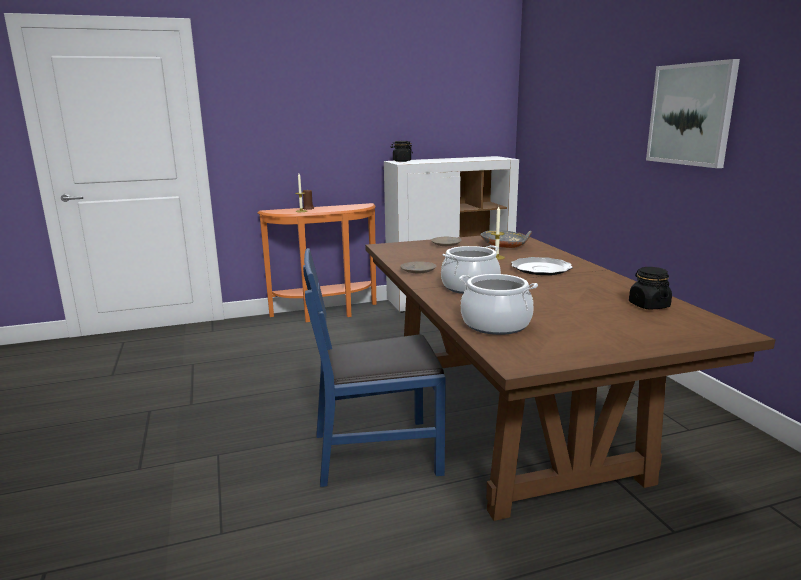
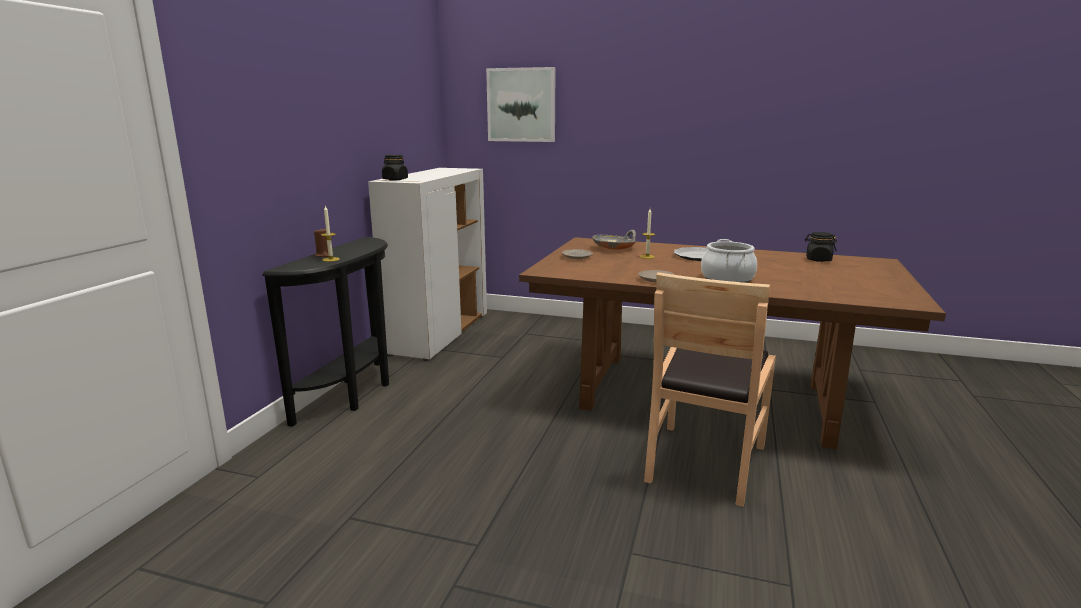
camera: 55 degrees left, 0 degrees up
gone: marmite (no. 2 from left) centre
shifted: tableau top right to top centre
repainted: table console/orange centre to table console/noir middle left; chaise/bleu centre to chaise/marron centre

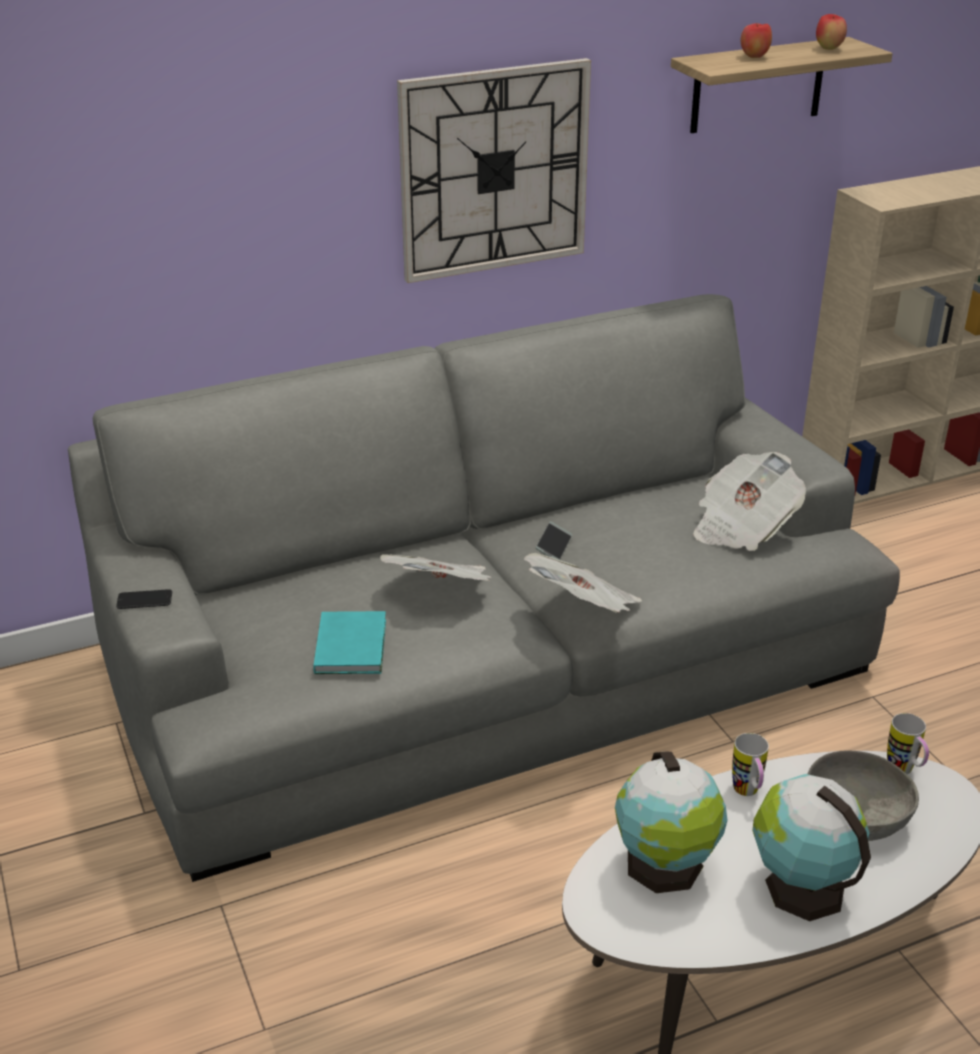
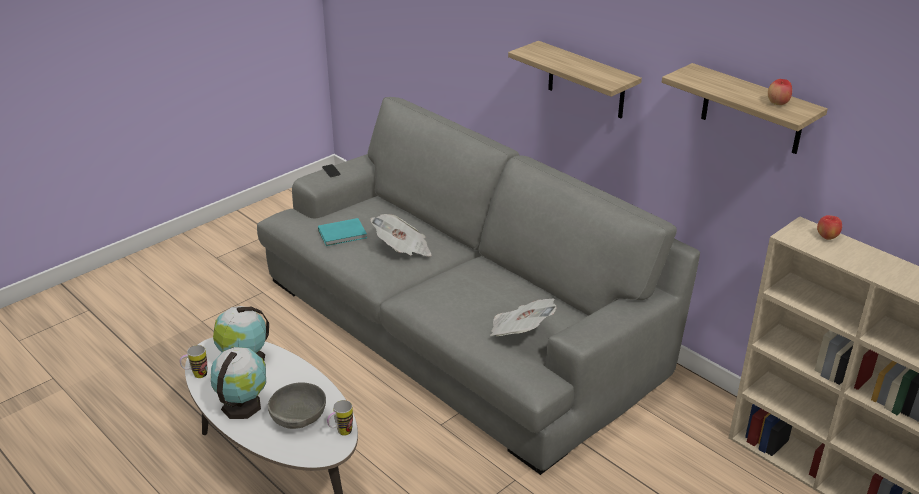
camera: 70 degrees right, 0 degrees up
gone: journal (no. 2 from left) centre; téléphone (no. 2 from left) centre
shifted: mug (no. 1 from left) bottom right to bottom left; pomme (no. 1 from left in the first image) top right to pomme (no. 2 from left) middle right
swapped: horloge murale top centre to étagère (no. 1 from left) top centre

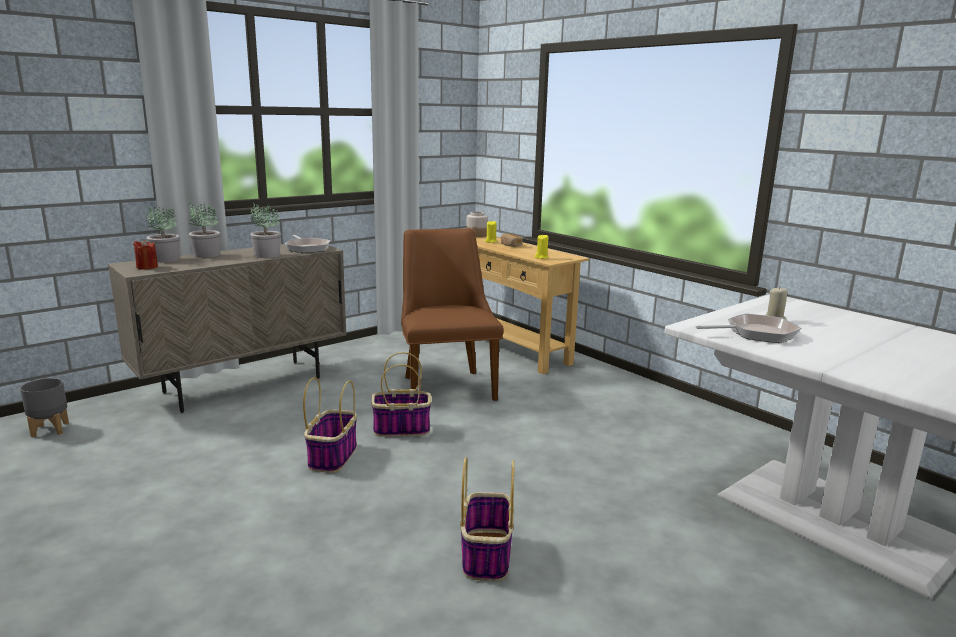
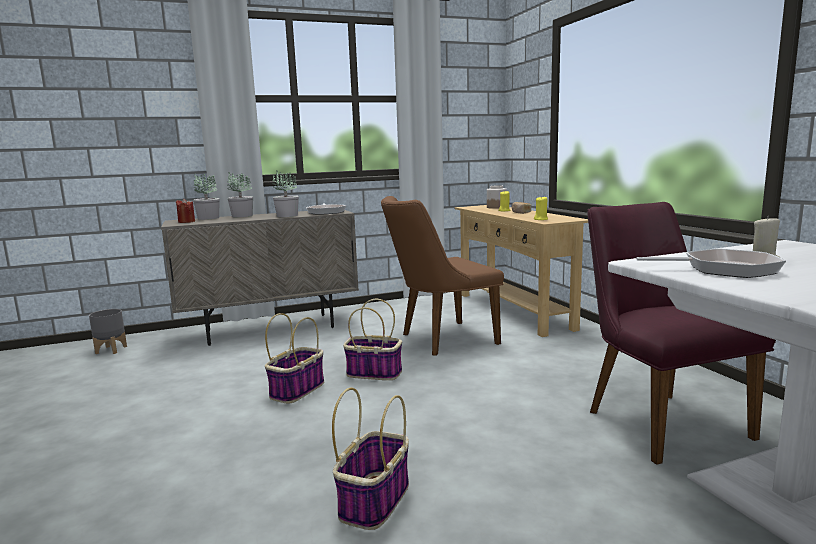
camera: 20 degrees right, 5 degrees down
new: chaise/violet middle right
rotated: chaise/marron centre = centre 120 degrees counterclockwise

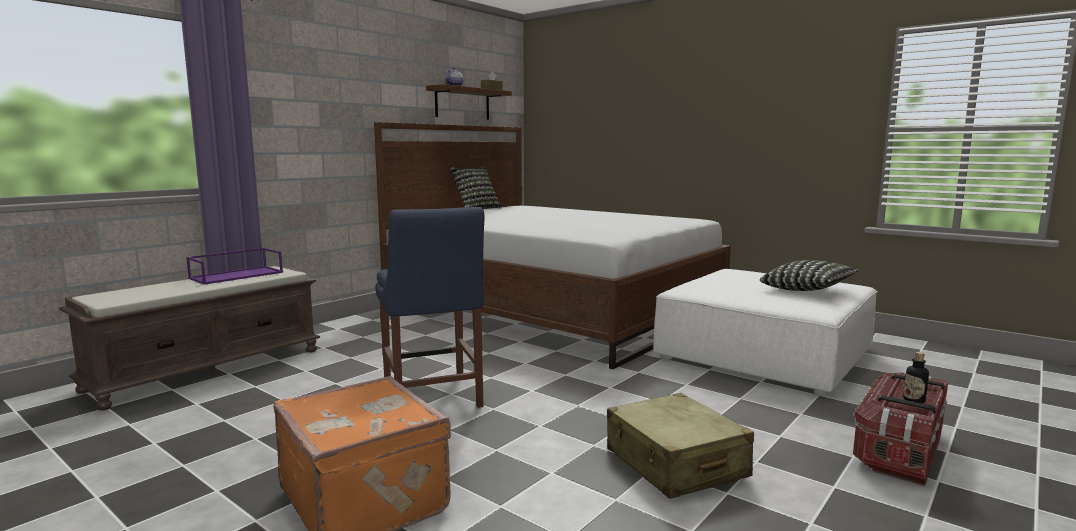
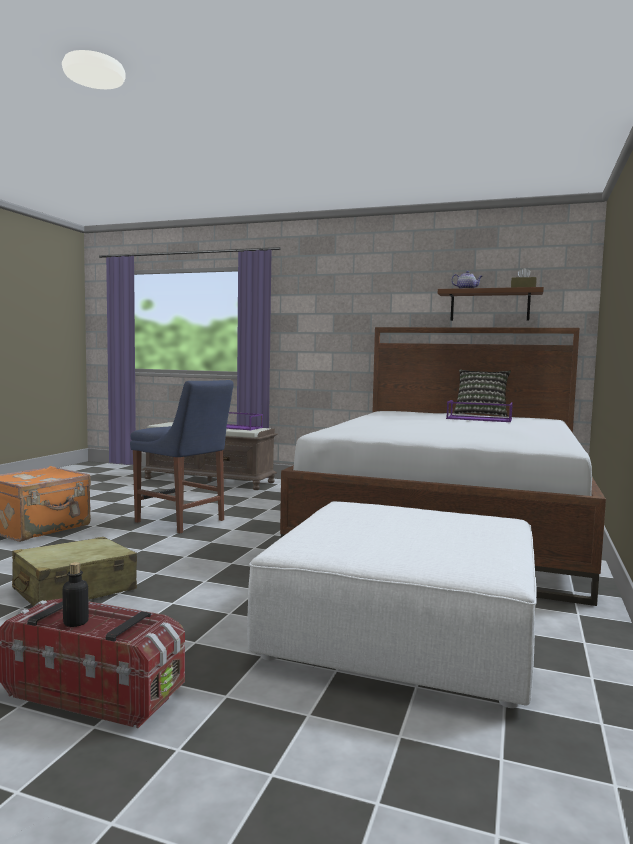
camera: 70 degrees right, 5 degrees down
gone: coussin (no. 2 from left) middle right
new: plateau/violet (no. 2 from left) middle right
rotated: chaise/bleu centre = middle left 105 degrees counterclockwise

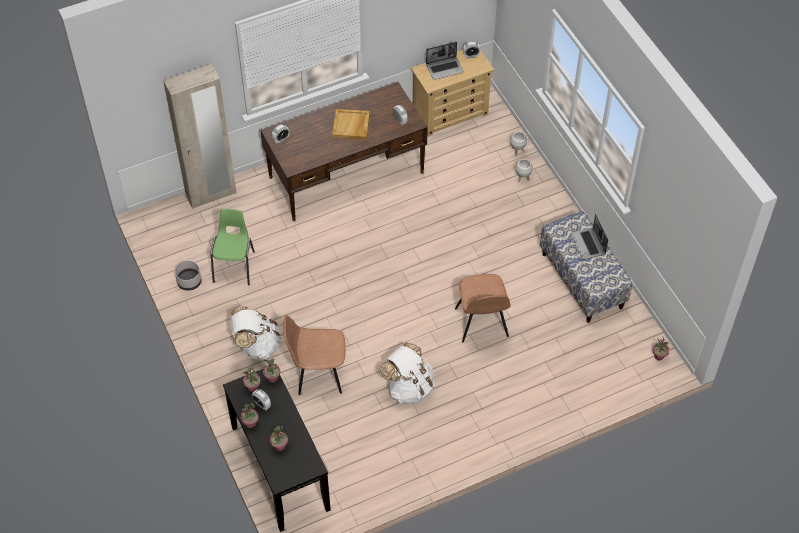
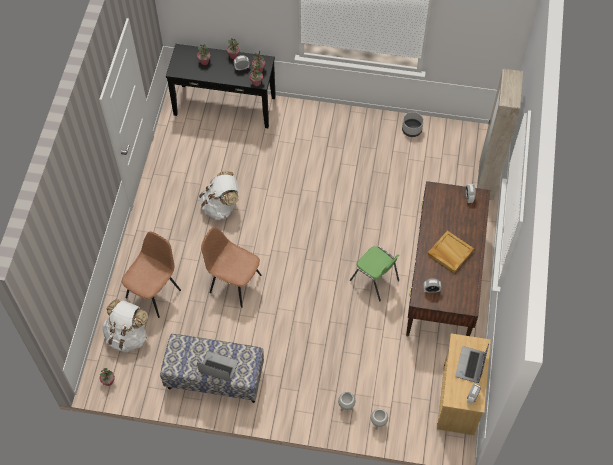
camera: 125 degrees right, 5 degrees up
shifted: sac à dos/blanc (no. 1 from left) middle left to bottom left; chaise/marron (no. 1 from left) centre to middle left; chaise/vert middle left to centre

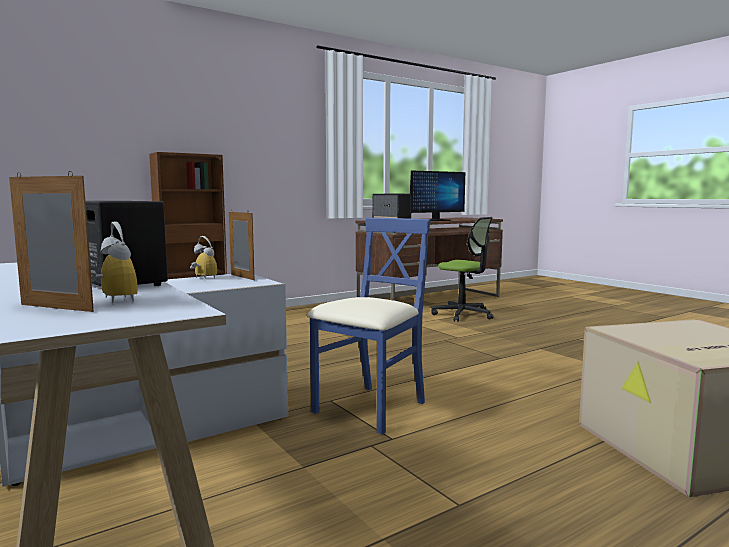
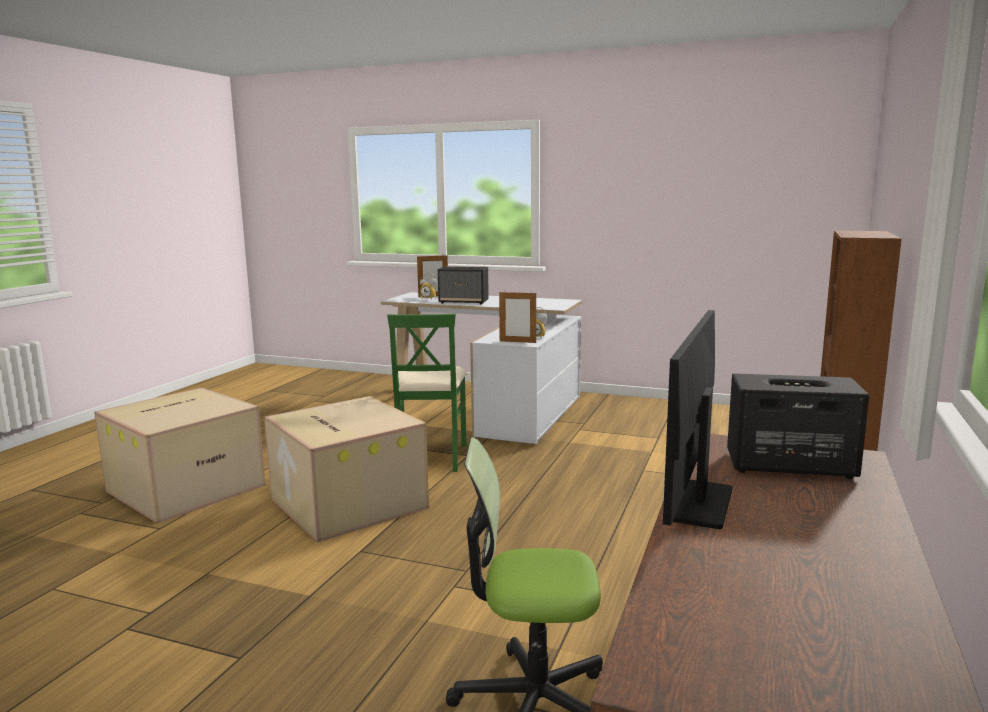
camera: 145 degrees right, 5 degrees up
new: carton (no. 2 from left) centre
repainted: chaise/bleu centre to chaise/vert centre

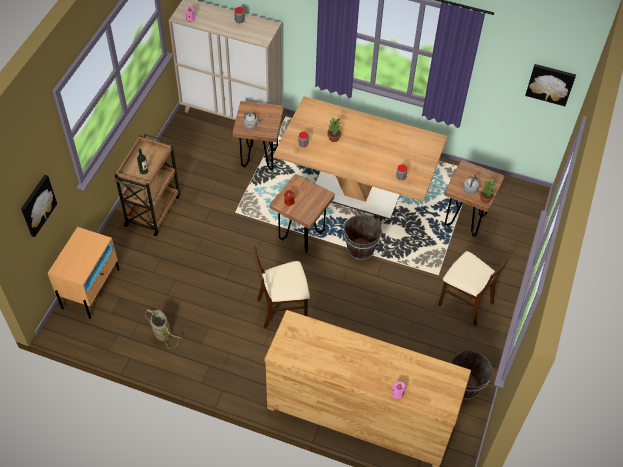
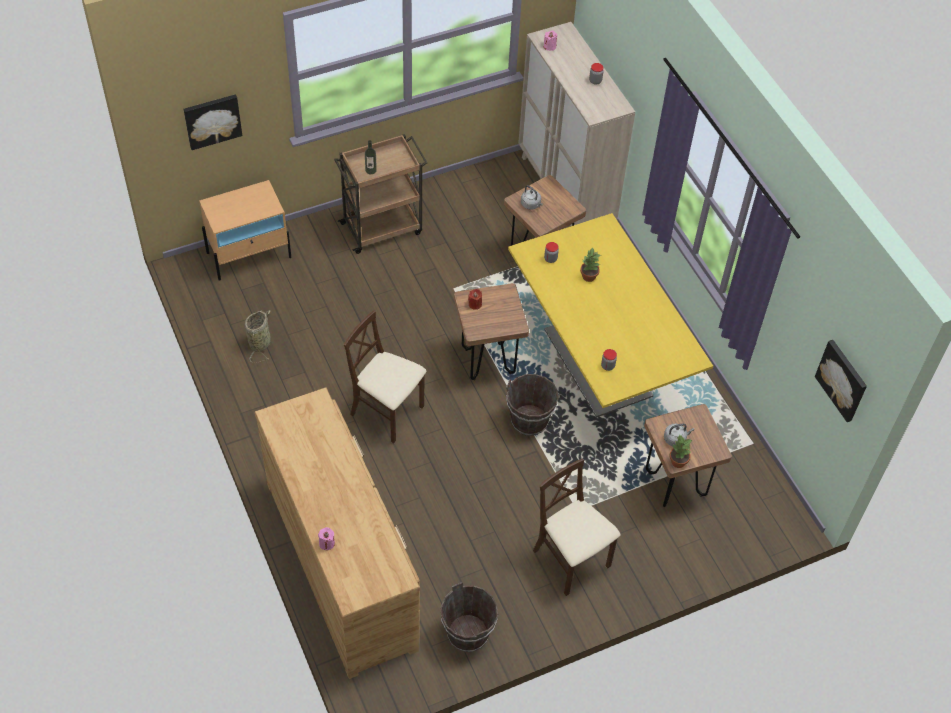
camera: 45 degrees right, 0 degrees up
repainted: table à manger/marron centre to table à manger/jaune centre
rotated: chaise/beige (no. 2 from left) middle right = bottom centre 150 degrees clockwise

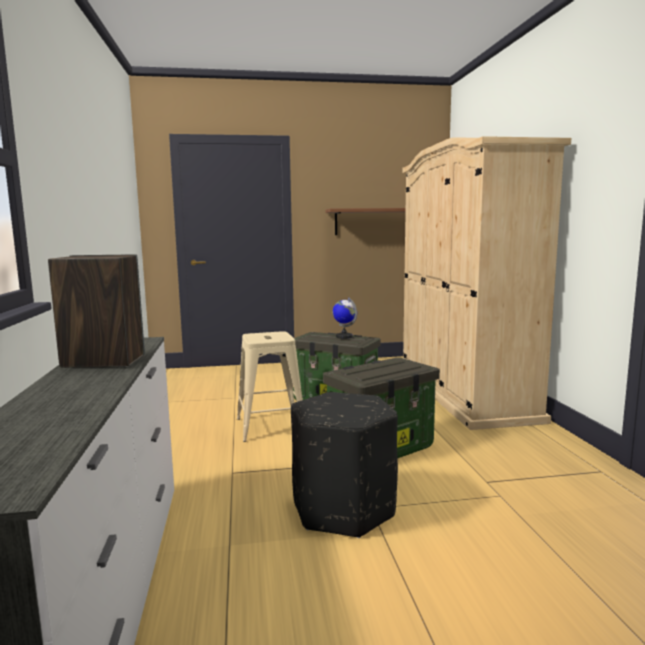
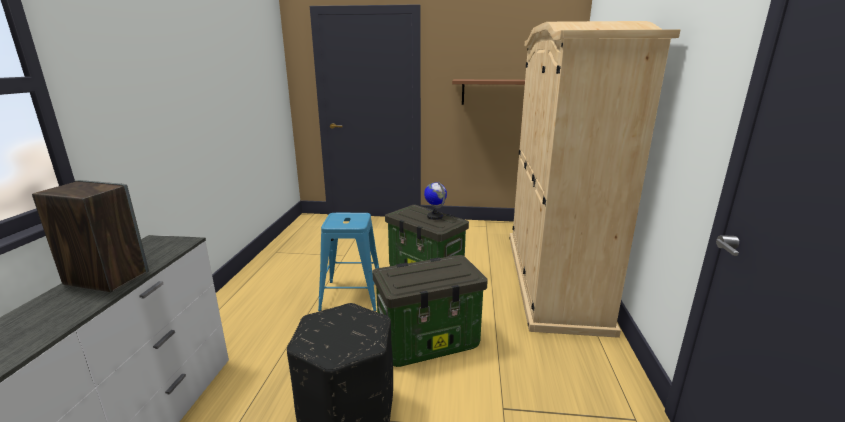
camera: 15 degrees right, 10 degrees up
repainted: tabouret/beige centre to tabouret/bleu centre

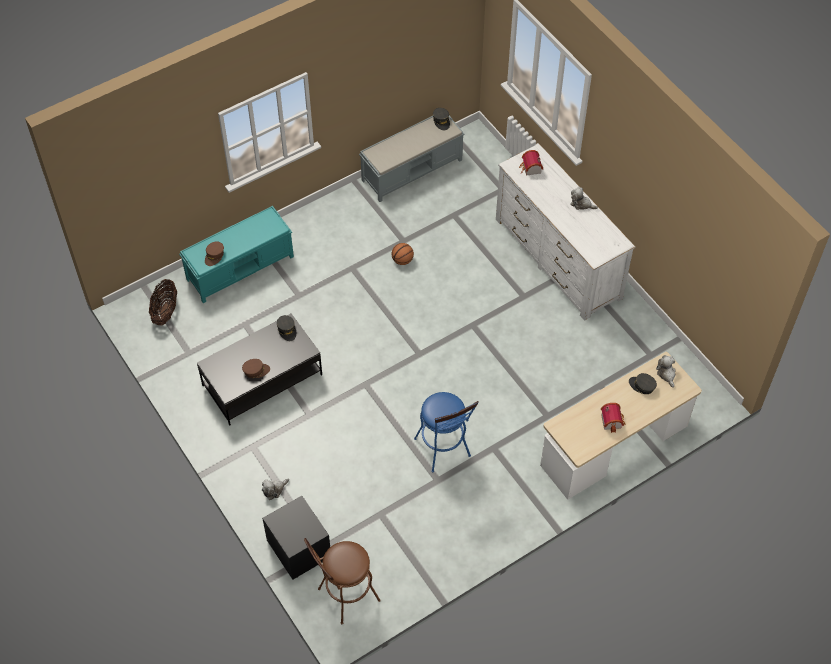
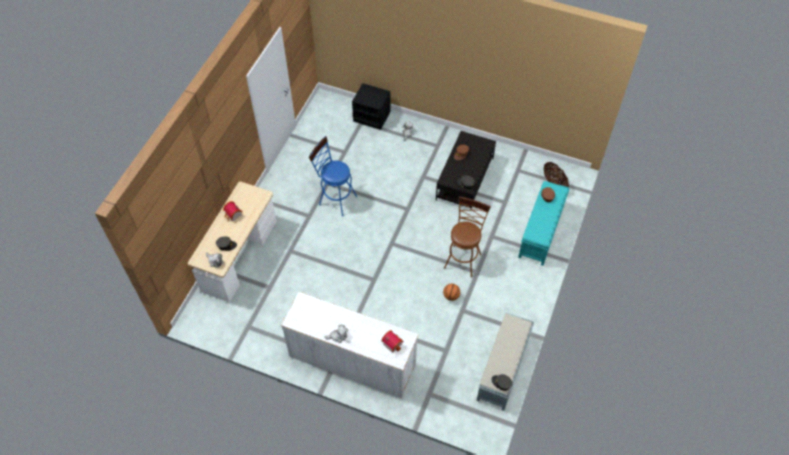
camera: 145 degrees right, 0 degrees up
shifted: tabouret/marron bottom centre to centre

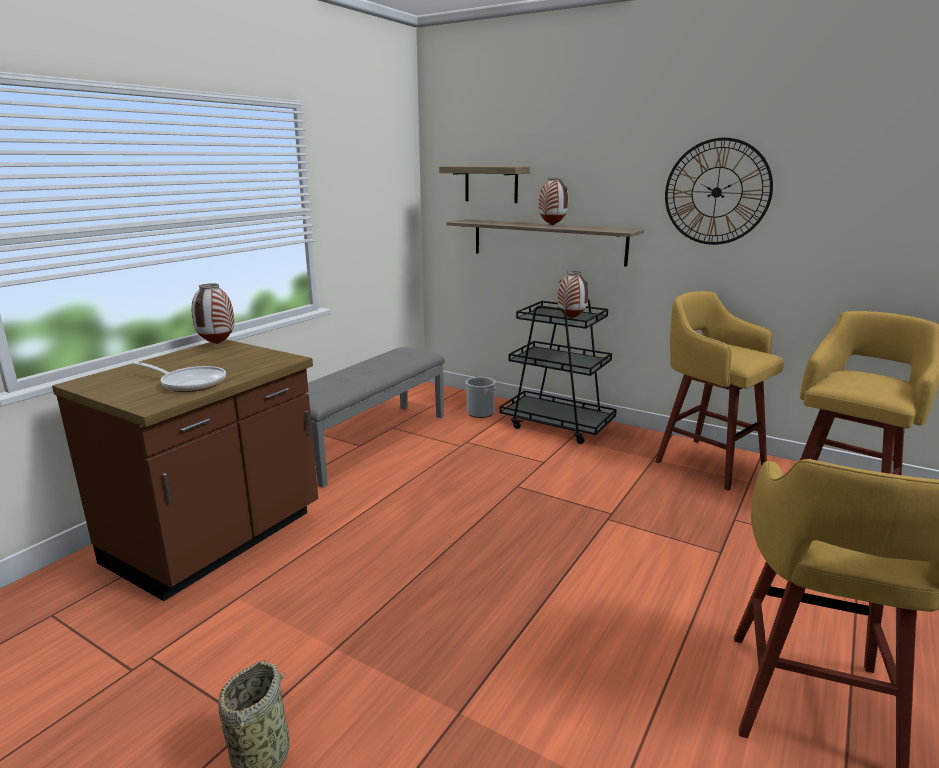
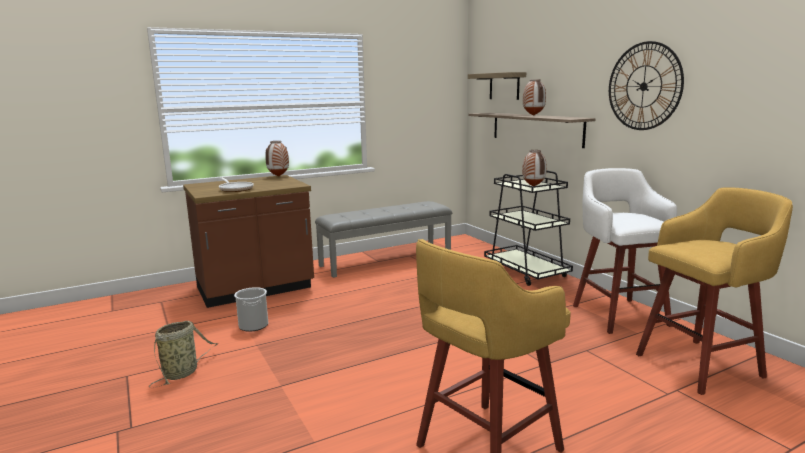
camera: 30 degrees right, 5 degrees down
shifted: seau centre to bottom left
repainted: tabouret/jaune (no. 1 from left) middle right to tabouret/blanc middle right

